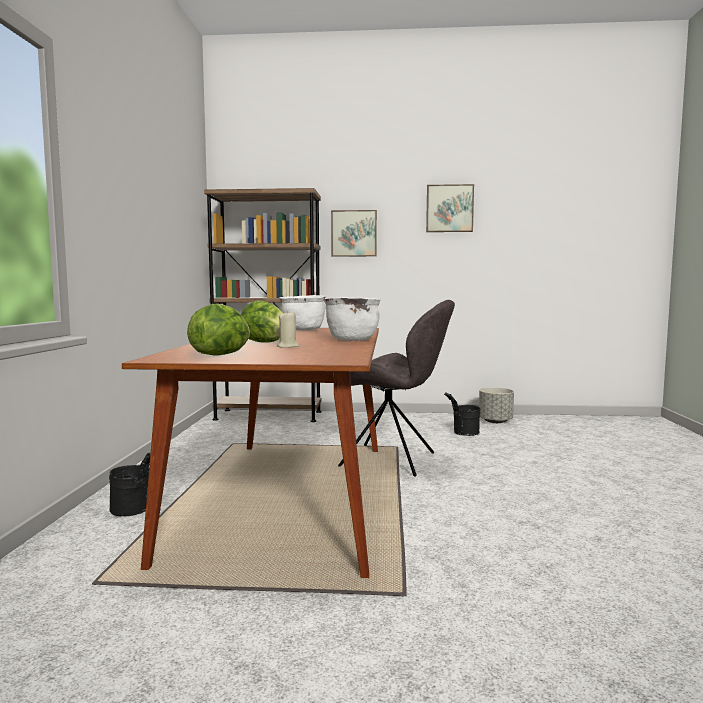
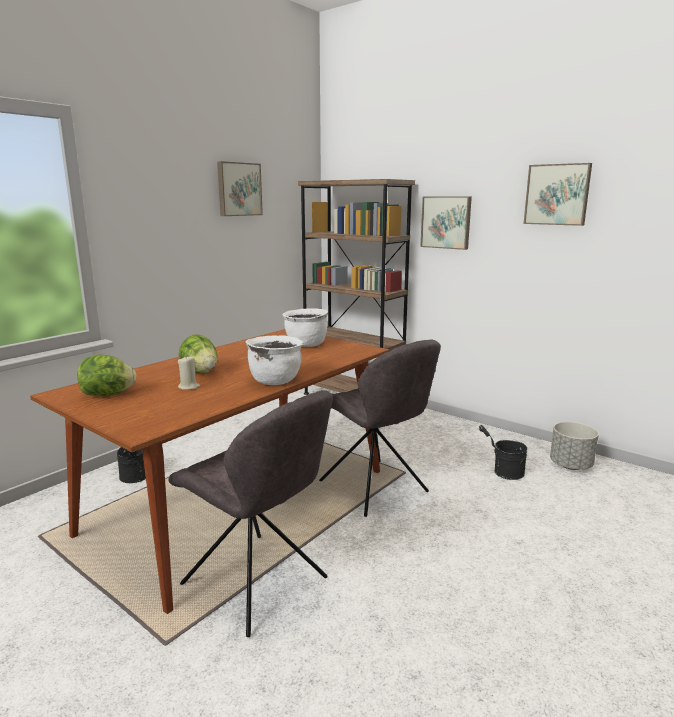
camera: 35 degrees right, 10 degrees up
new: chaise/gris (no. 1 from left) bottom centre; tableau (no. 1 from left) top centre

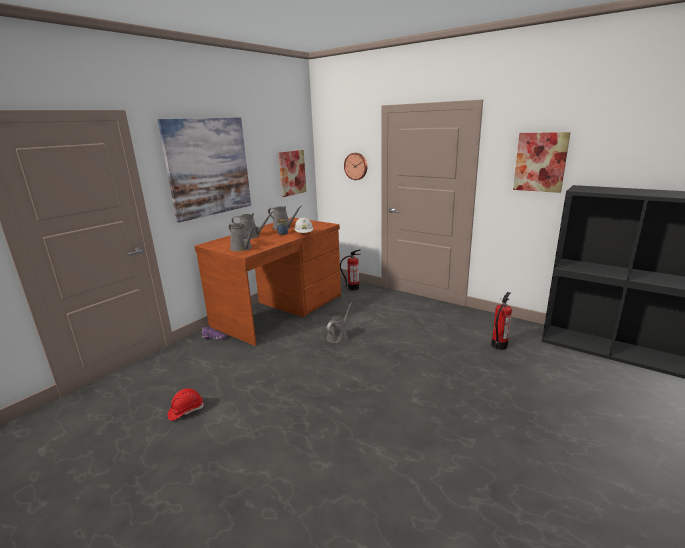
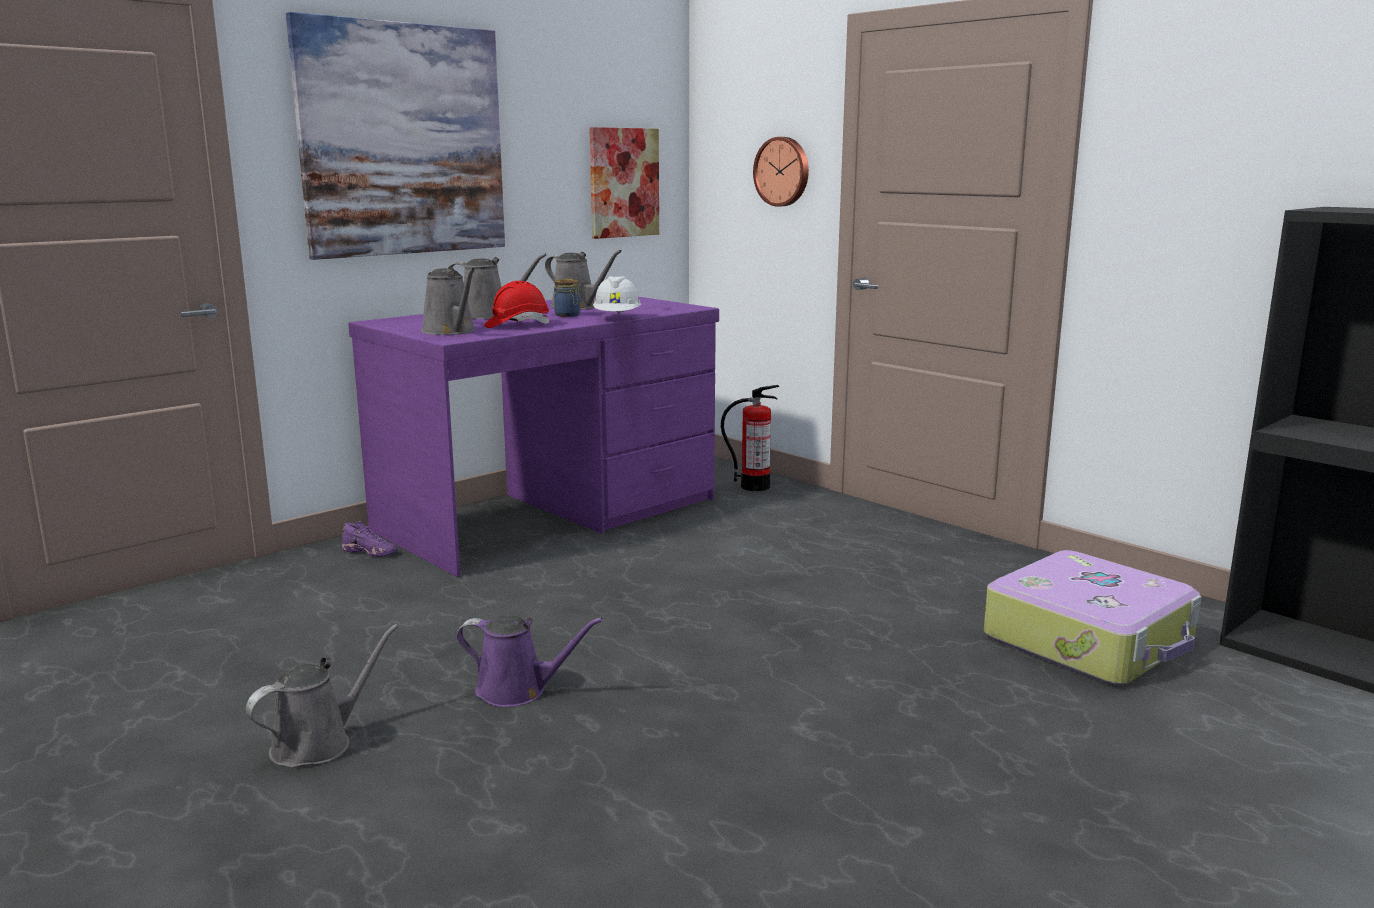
camera: 10 degrees right, 5 degrees down
gone: tableau (no. 3 from left) top right
new: arrosoir/violet bottom centre
shifted: arrosoir/gris (no. 4 from left in the first image) centre to arrosoir/gris (no. 1 from left) bottom left; casque de chantier/rouge bottom left to centre
swapped: extincteur (no. 2 from left) middle right to valise bottom right
repainted: bureau/marron centre to bureau/violet centre

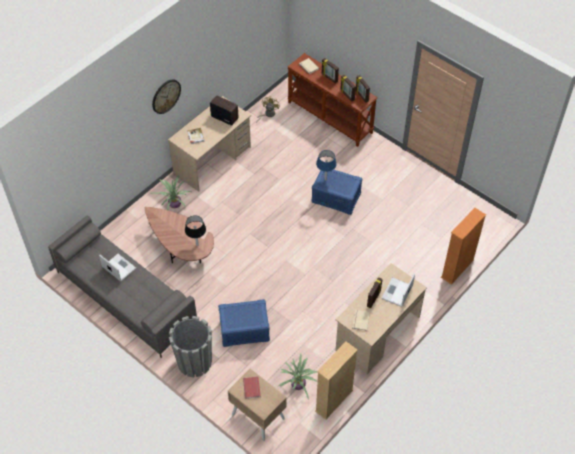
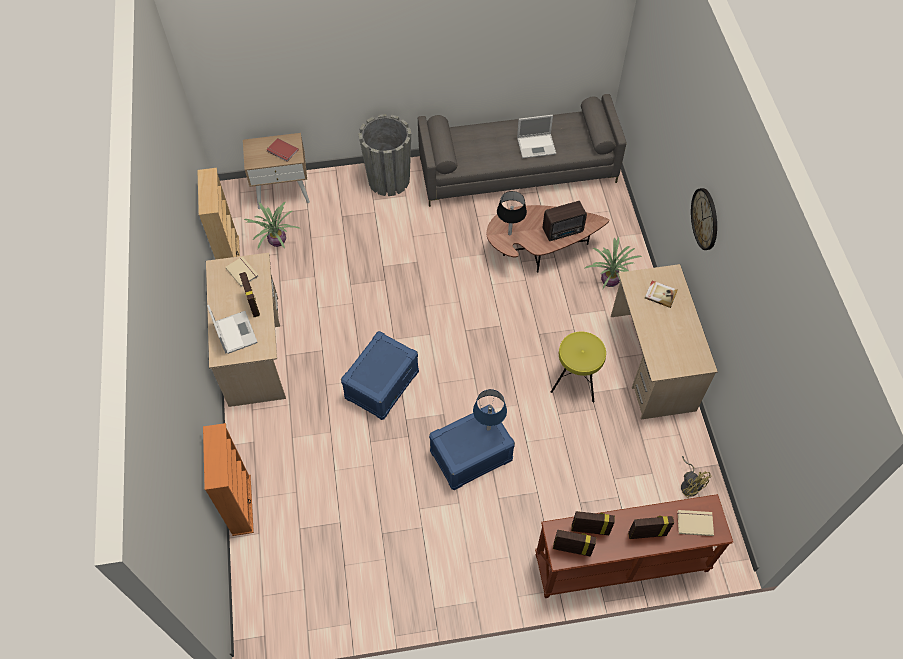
camera: 130 degrees right, 5 degrees up
new: tabouret/jaune centre
shifted: boîte de rangement/bleu (no. 1 from left) bottom centre to centre; radio top centre to centre

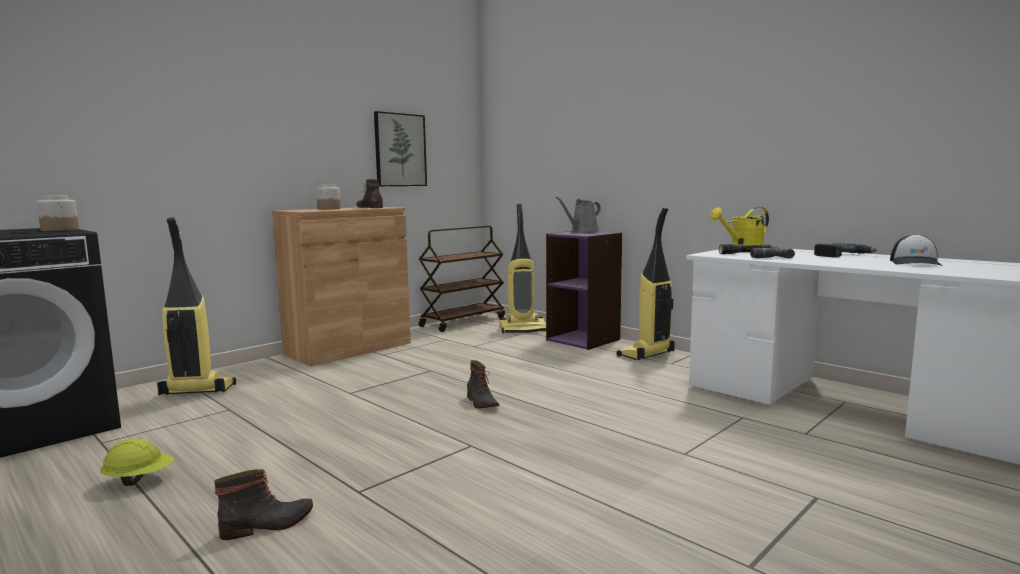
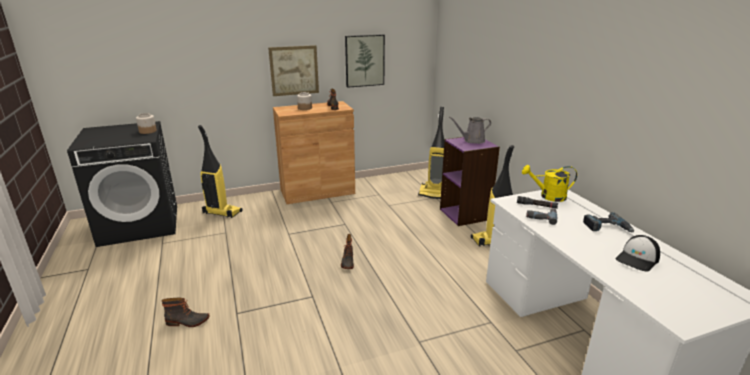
camera: 25 degrees right, 15 degrees up
gone: casque de chantier/jaune bottom left; chariot/marron centre
new: tableau (no. 1 from left) top centre

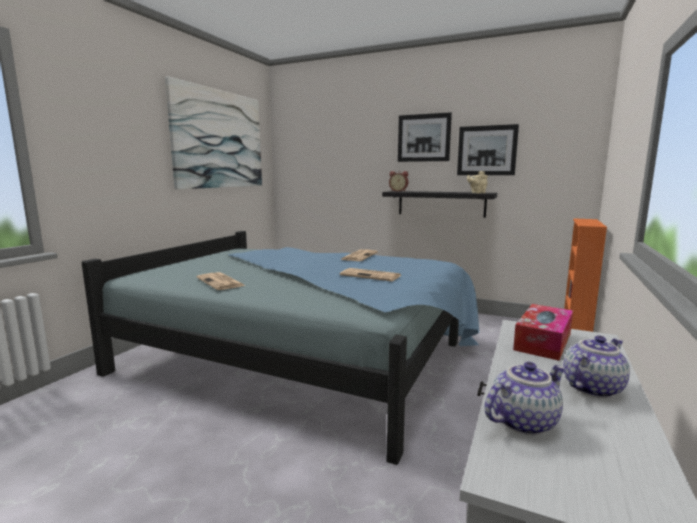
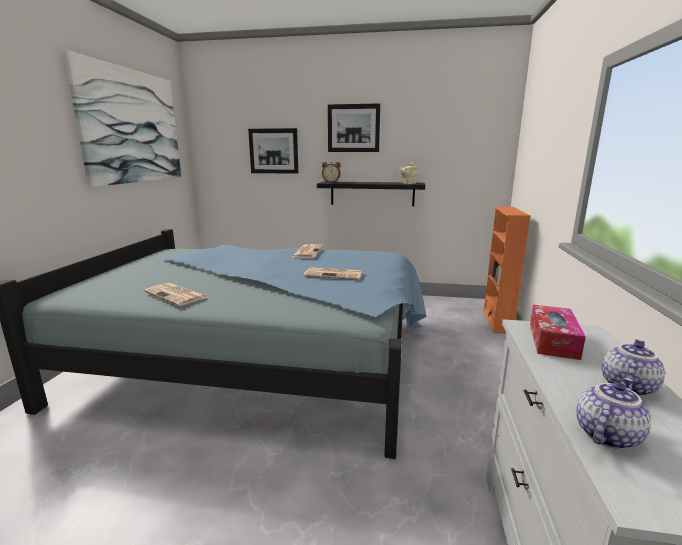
camera: 15 degrees left, 5 degrees up
shifted: tableau (no. 3 from left in the first image) top right to tableau (no. 2 from left) top centre

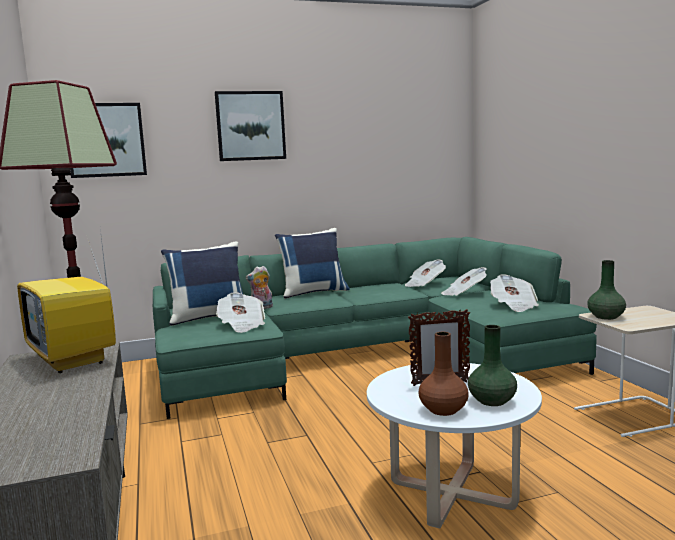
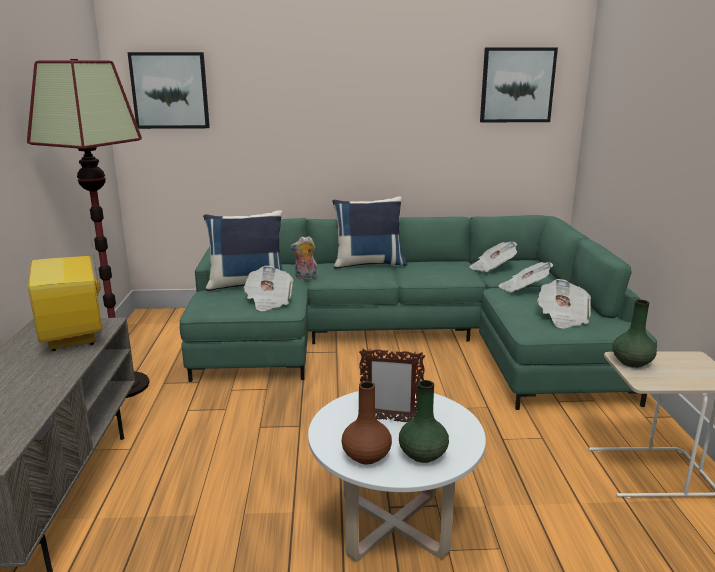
camera: 15 degrees right, 10 degrees up
shifted: tableau (no. 2 from left) top centre to top right

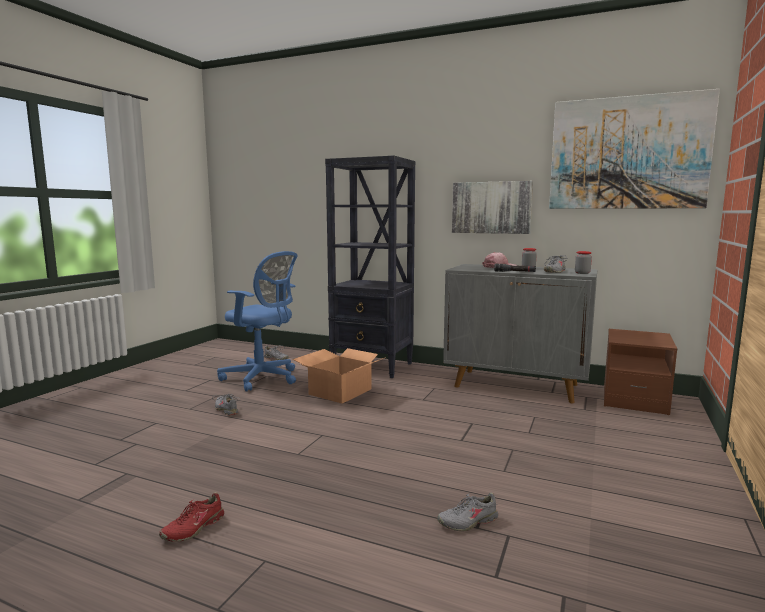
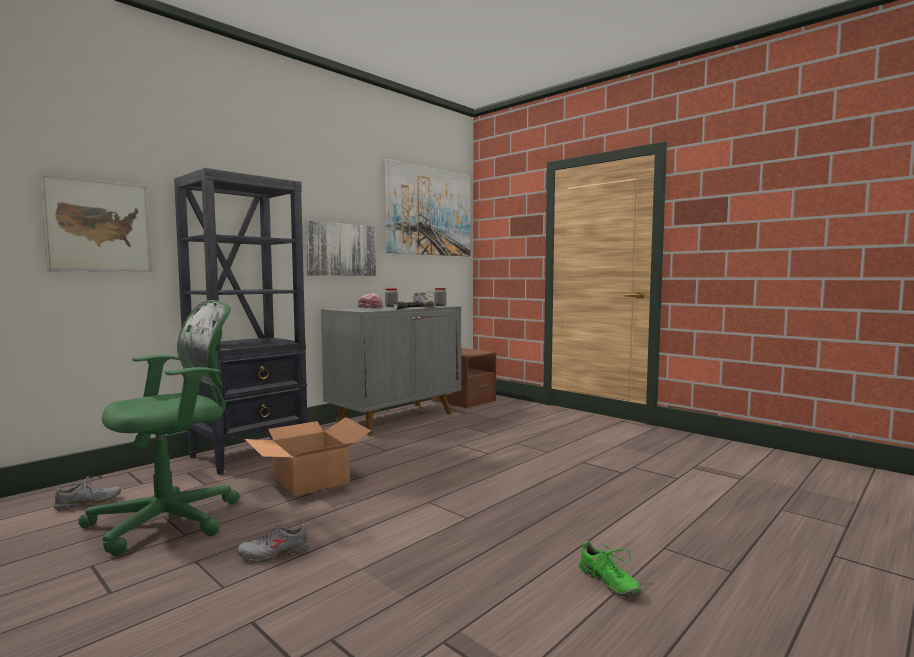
camera: 70 degrees left, 5 degrees down
gone: chaussure/gris (no. 3 from left) bottom centre
new: tableau (no. 1 from left) middle left
repainted: chaise de bureau/bleu centre to chaise de bureau/vert middle left; chaussure/rouge bottom left to chaussure/vert bottom right

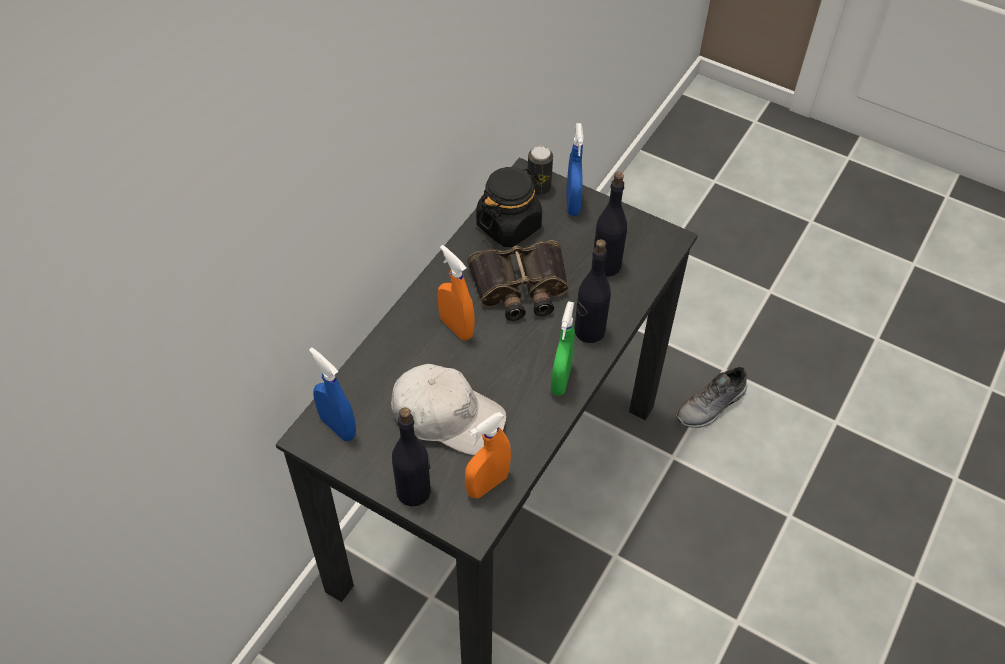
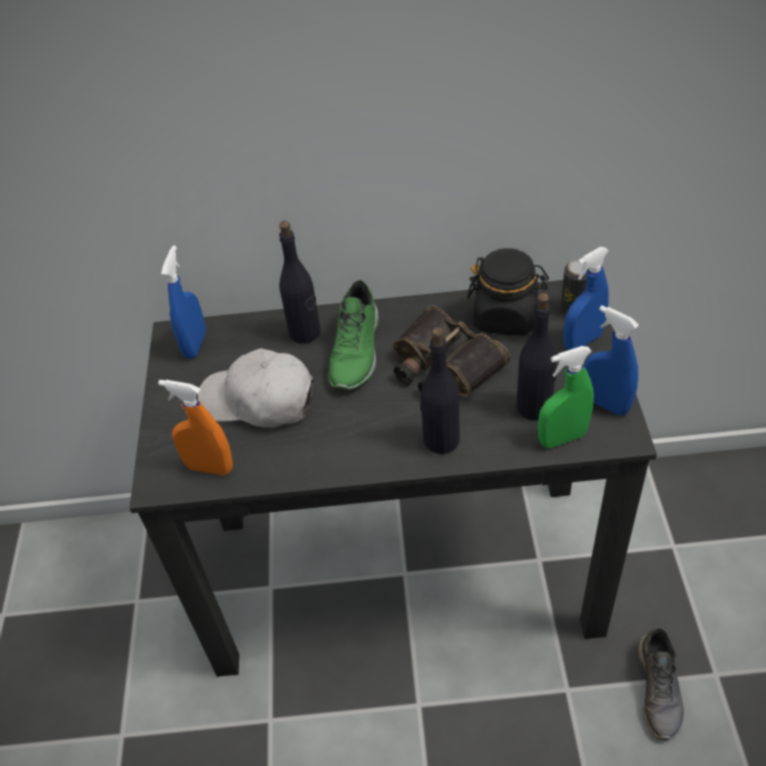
camera: 60 degrees right, 5 degrees down
new: vaporisateur/bleu (no. 3 from left) middle right
shifted: bouteille/noir (no. 1 from left) bottom centre to centre; vaporisateur/vert centre to middle right
swapped: vaporisateur/orange (no. 1 from left) centre to chaussure/vert centre
rotated: casquette/blanc centre = middle left 120 degrees clockwise; chaussure/gris middle right = bottom right 105 degrees counterclockwise

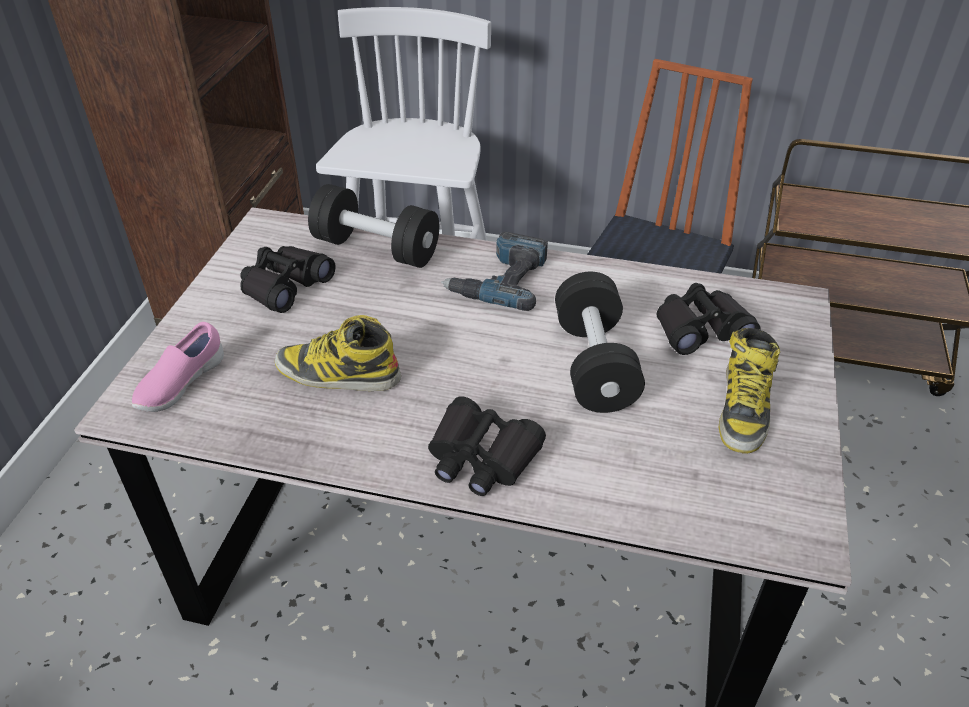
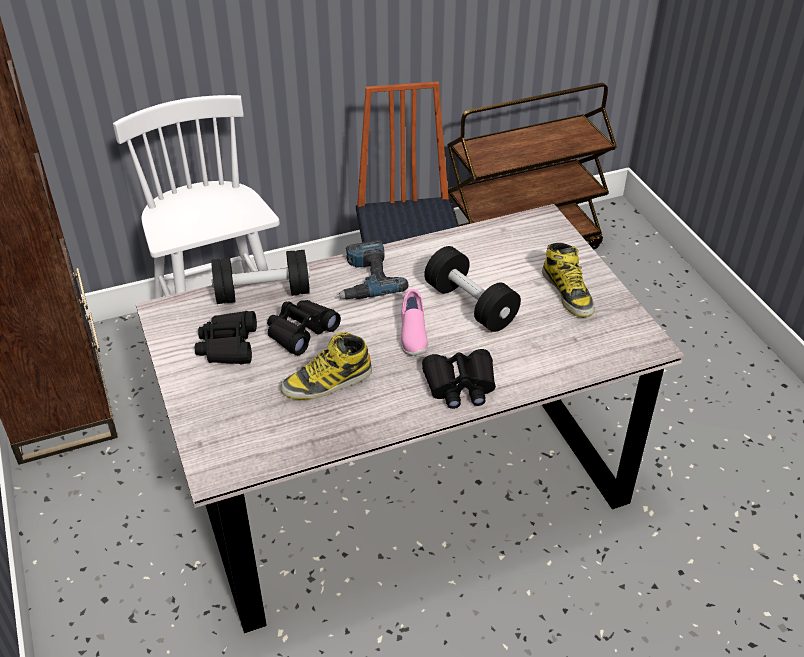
camera: 35 degrees left, 0 degrees up
shifted: jumelles/noir (no. 3 from left in the first image) middle right to jumelles/noir (no. 2 from left) centre; chaussure/rose middle left to centre

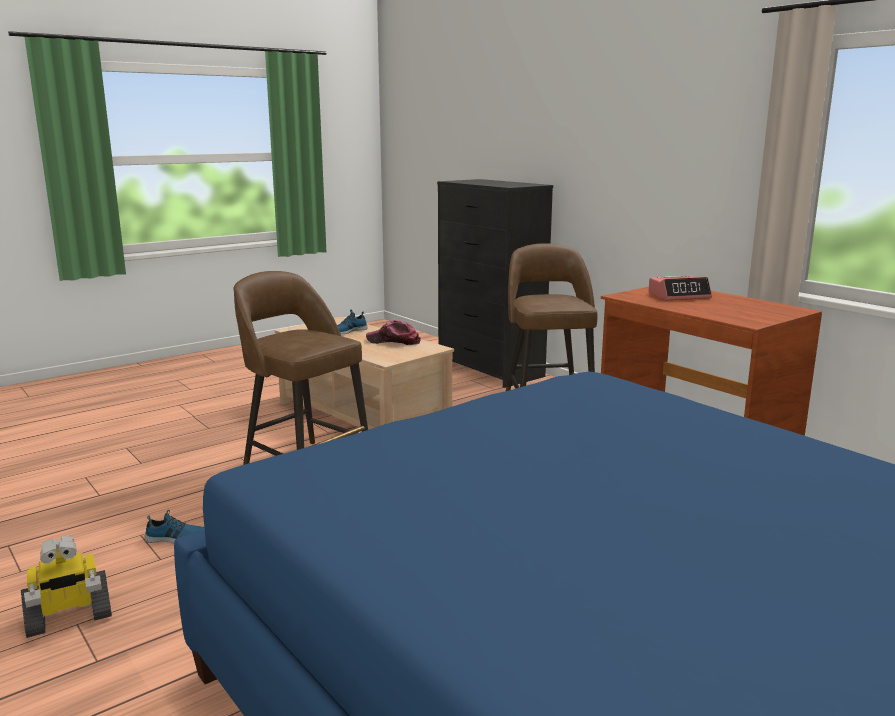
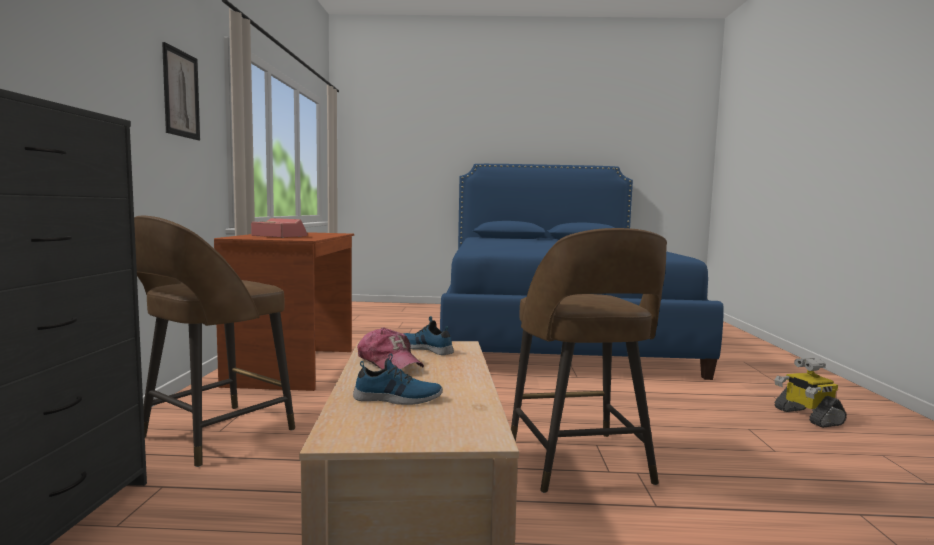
camera: 140 degrees left, 10 degrees down
new: tableau top left
shifted: chaussure (no. 1 from left in the first image) bottom left to chaussure (no. 2 from left) centre
rotated: robot jouet bottom left = bottom right 120 degrees counterclockwise

